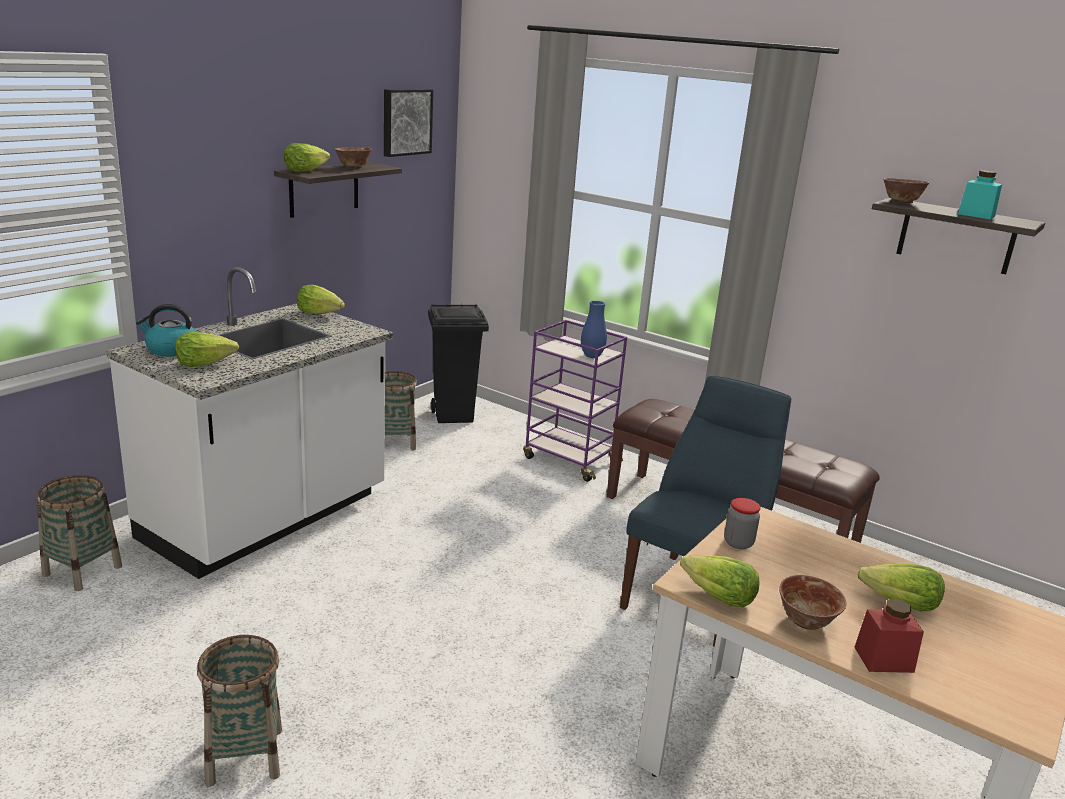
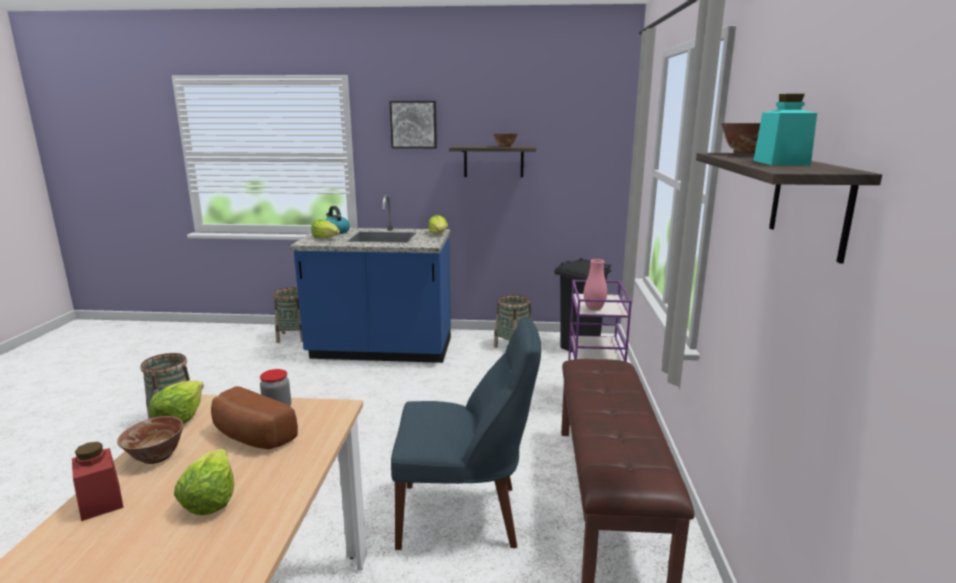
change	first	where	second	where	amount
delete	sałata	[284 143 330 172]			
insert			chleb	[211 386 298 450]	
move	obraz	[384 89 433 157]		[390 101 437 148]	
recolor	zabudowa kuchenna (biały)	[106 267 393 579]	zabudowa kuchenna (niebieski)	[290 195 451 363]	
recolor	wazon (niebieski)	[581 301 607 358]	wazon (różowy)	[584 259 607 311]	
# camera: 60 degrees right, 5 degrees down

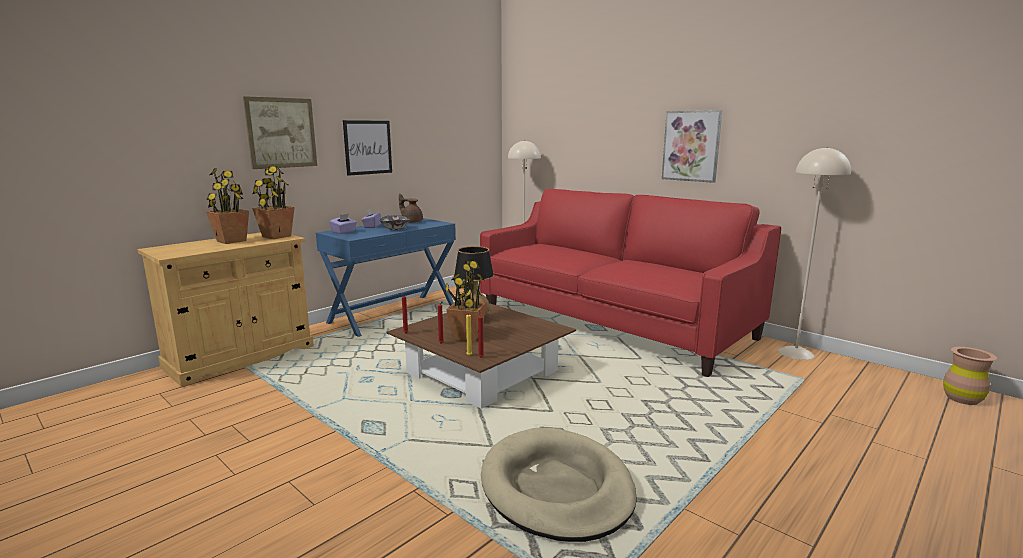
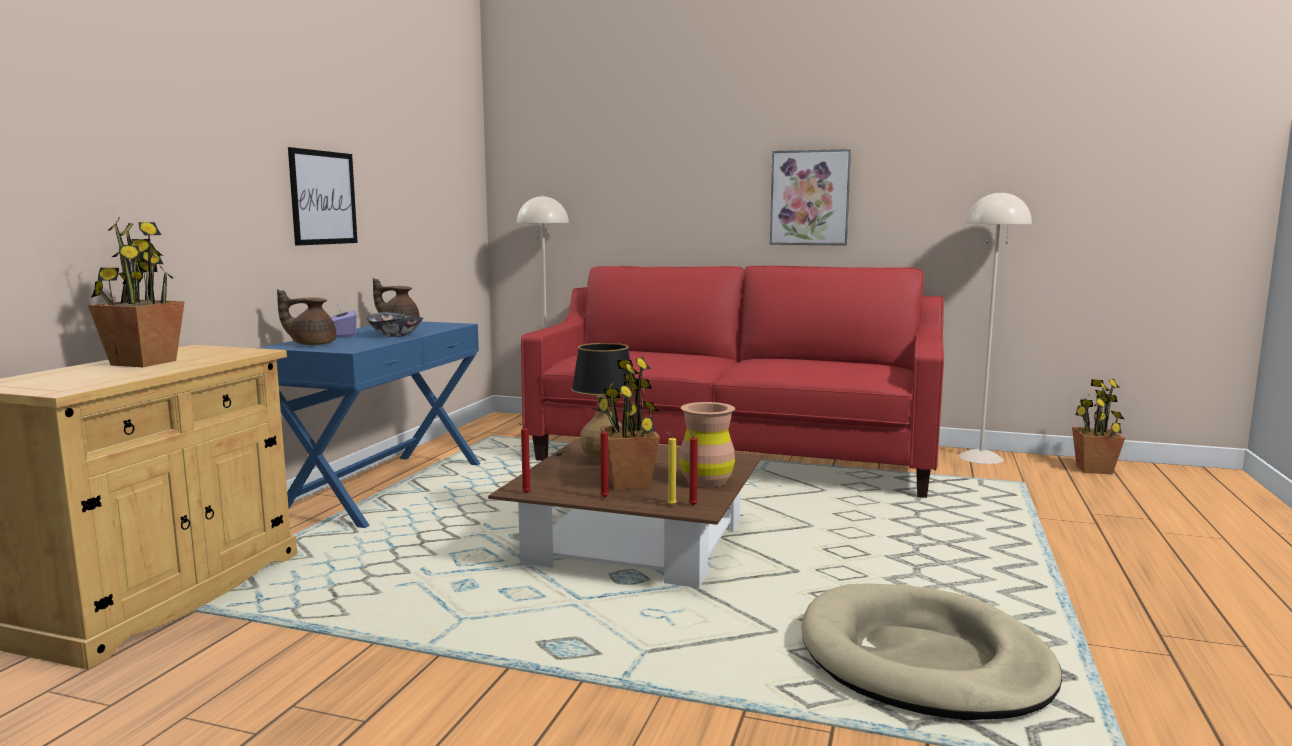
change	first	where	second	where	amount
delete	obraz	[243 96 317 169]			
move	roślina doniczkowa	[252 166 295 239]		[1072 379 1125 474]	
move	wazon (brązowy)	[943 347 997 405]		[680 402 735 487]	
replace	pudełko chusteczek (fioletowy)	[329 214 357 234]	imbryk (brązowy)	[277 289 336 345]	
# camera: 25 degrees left, 5 degrees down

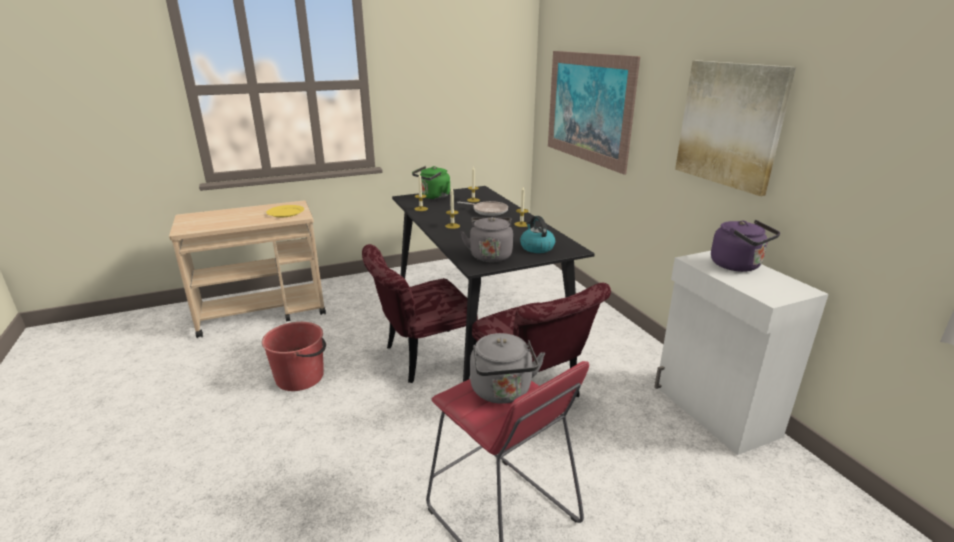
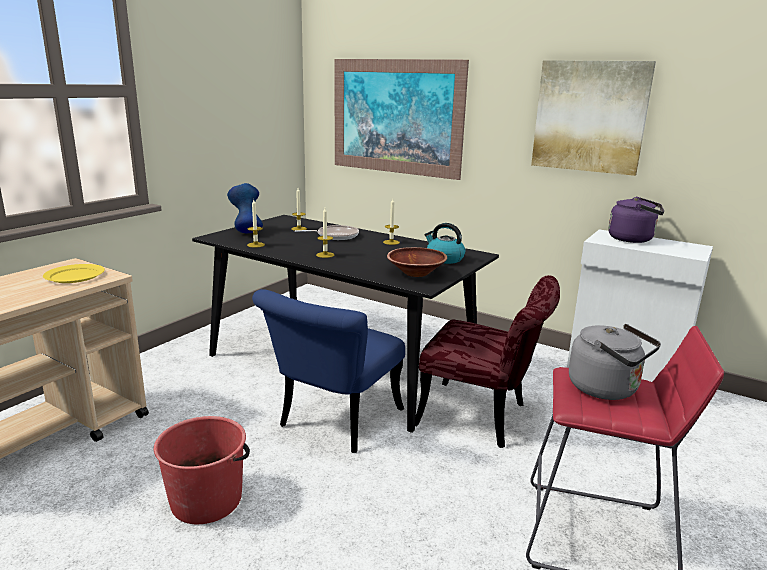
change	first	where	second	where	amount
replace	czajnik (zielony)	[412 166 450 199]	wazon (niebieski)	[227 183 263 233]	
replace	czajnik (szary)	[461 217 513 262]	miska (brązowy)	[387 247 447 277]	
recolor	krzesło (czerwony)	[362 244 478 383]	krzesło (niebieski)	[252 289 405 453]	
# camera: 35 degrees left, 5 degrees down

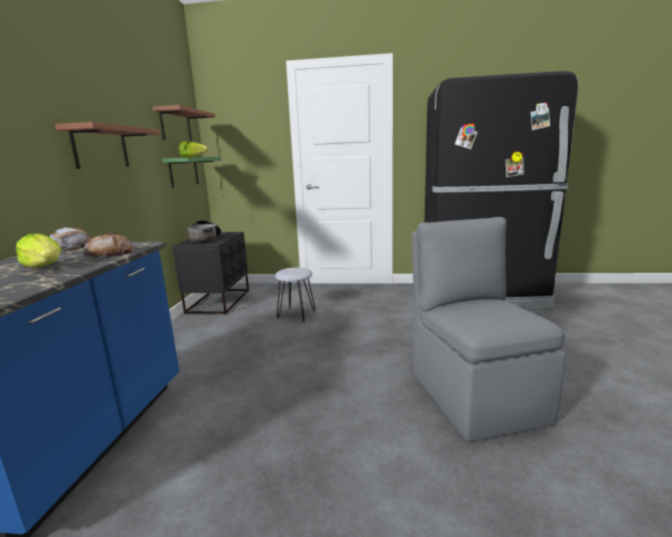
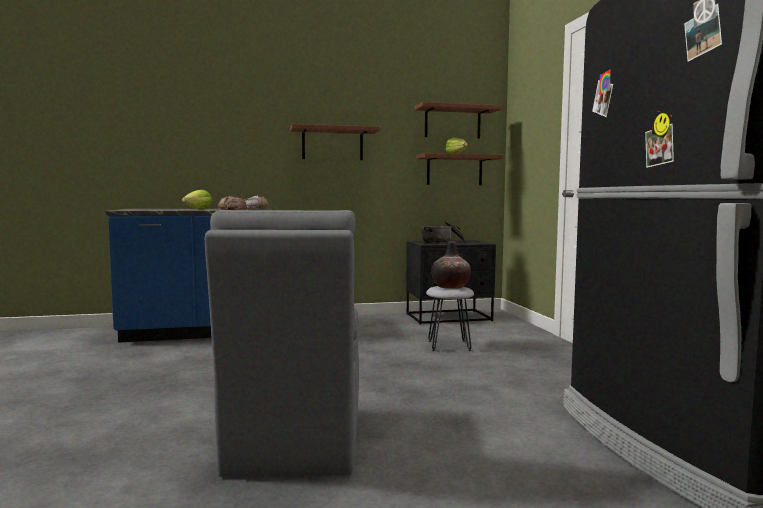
change	first	where	second	where	amount
insert			wazon	[431 241 471 289]	
recolor	półka (zielony)	[162 157 221 188]	półka (brązowy)	[417 153 503 185]	
rotate	krzesło (szary)	[411 217 566 442]		[205 210 359 477]	120 degrees clockwise
# camera: 70 degrees right, 10 degrees down

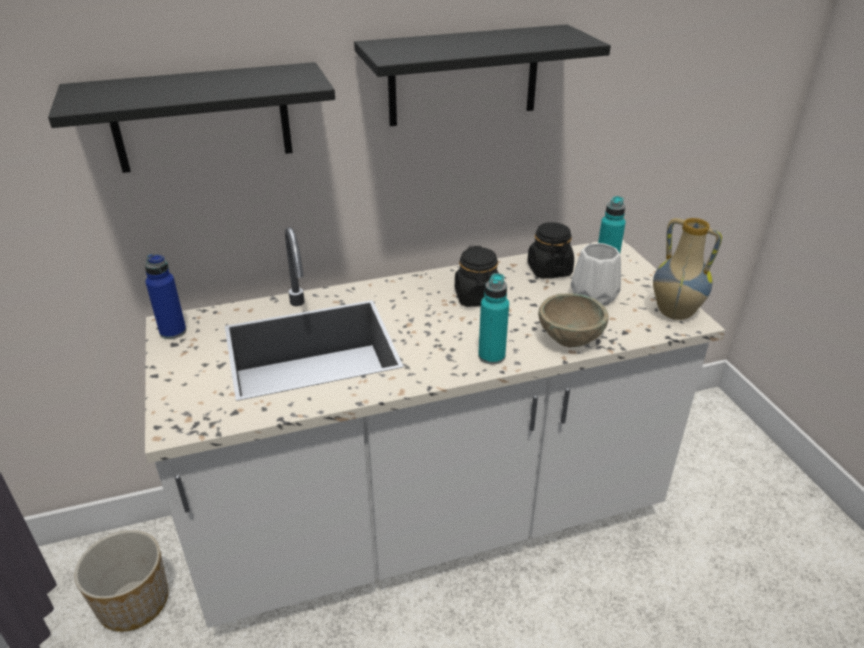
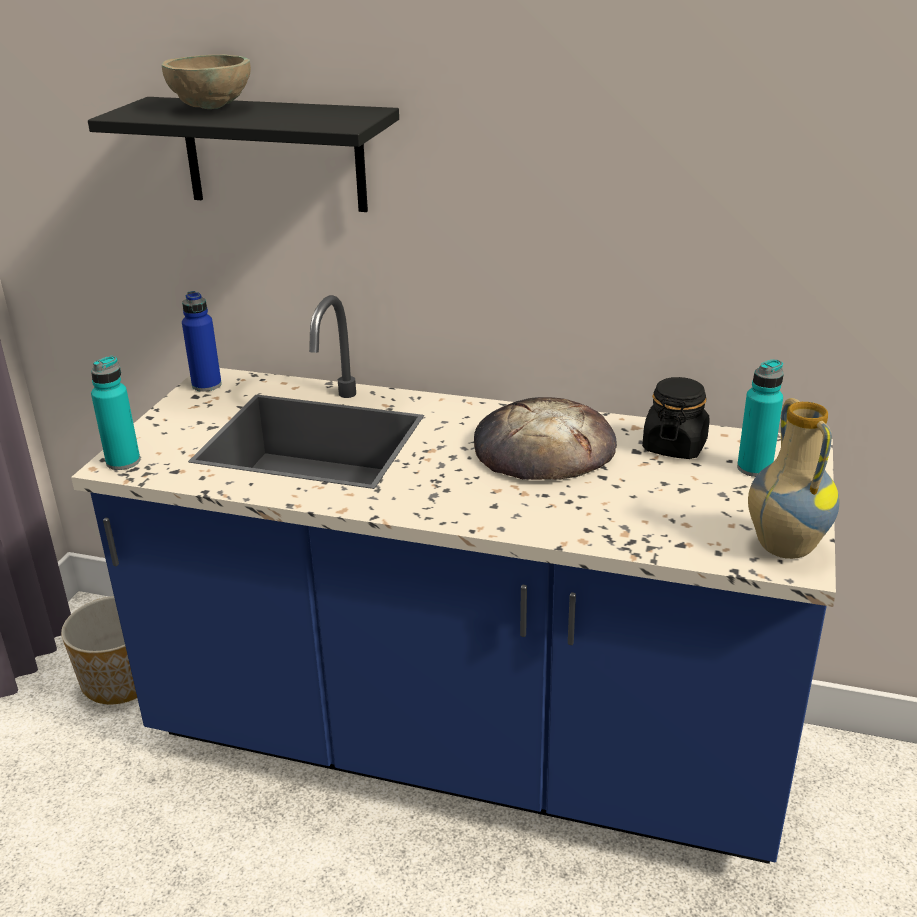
change	first	where	second	where	amount
delete	półka (czarny)	[354 24 611 126]			
delete	wazon (biały)	[571 243 621 305]			
move	butelka (turkusowy)	[478 273 509 364]		[91 356 140 470]	
move	miska (beżowy)	[538 293 609 347]		[162 54 251 109]	
replace	słoik (czarny)	[455 246 499 307]	chleb	[474 397 617 480]	
recolor	zabudowa kuchenna (biały)	[145 227 726 628]	zabudowa kuchenna (niebieski)	[71 295 836 864]	
# camera: 35 degrees right, 5 degrees down

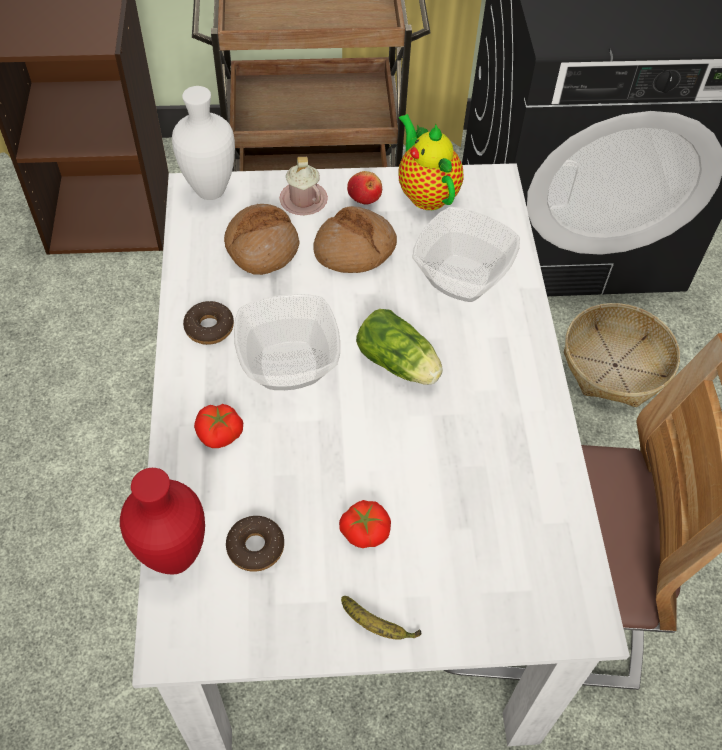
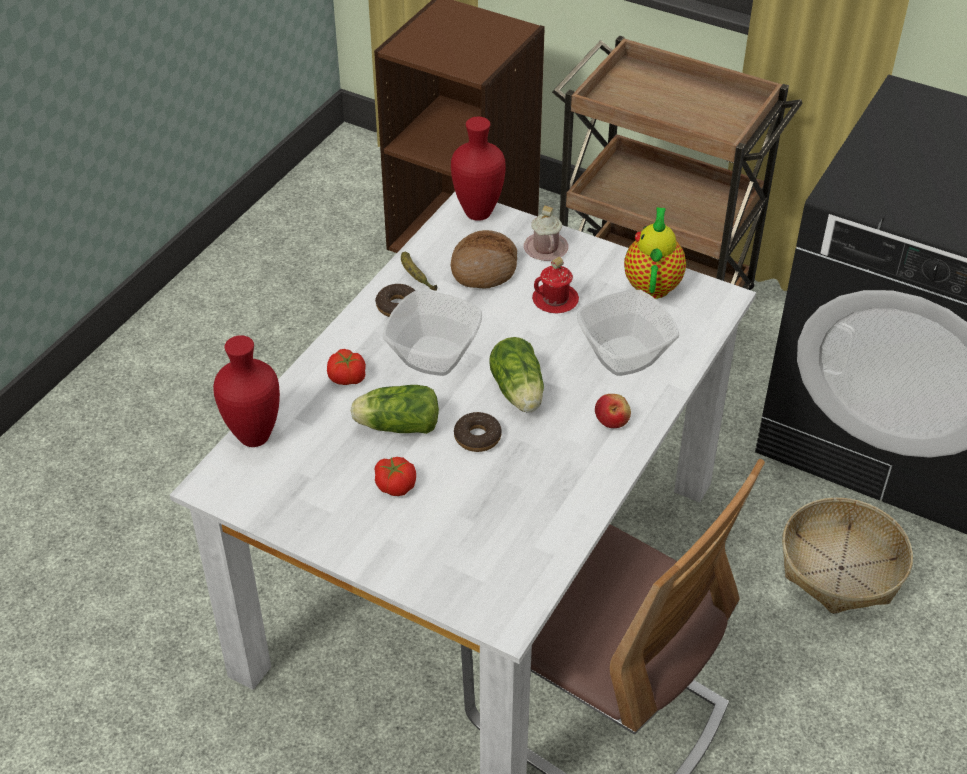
change	first	where	second	where	amount
insert			sałata	[351 385 439 434]	
move	donut	[226 516 284 572]		[454 412 502 452]	
move	banan	[341 596 422 640]		[401 252 438 291]	
move	jabłko	[347 171 382 205]		[595 394 631 428]	
replace	chleb	[313 206 397 273]	kubek (czerwony)	[532 257 579 314]	
recolor	wazon (biały)	[172 86 235 200]	wazon (czerwony)	[451 117 506 221]	
# camera: 35 degrees right, 10 degrees down

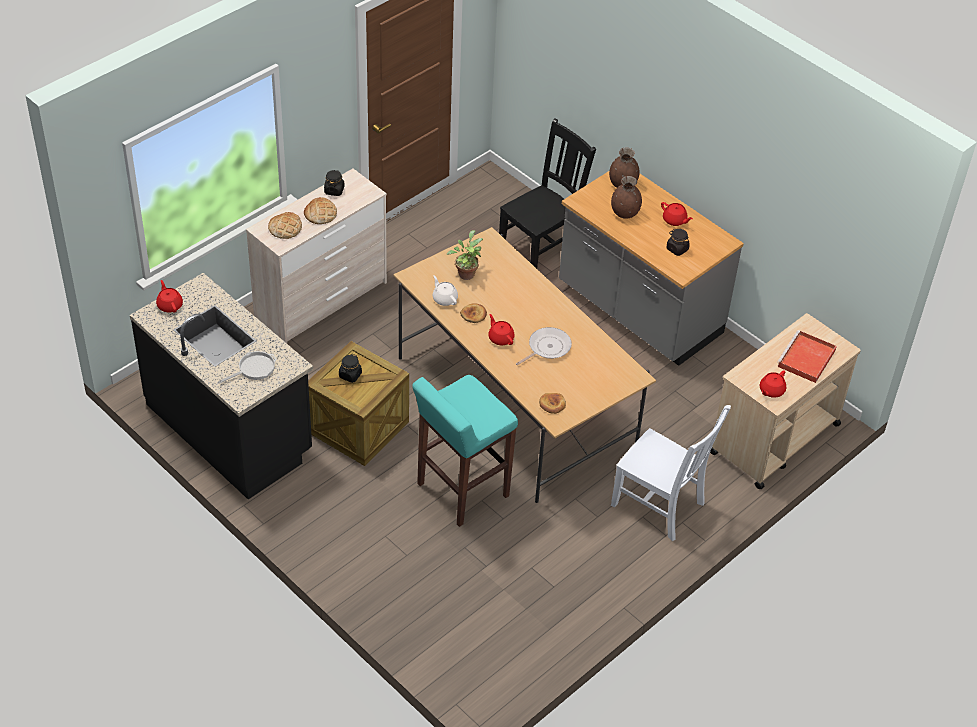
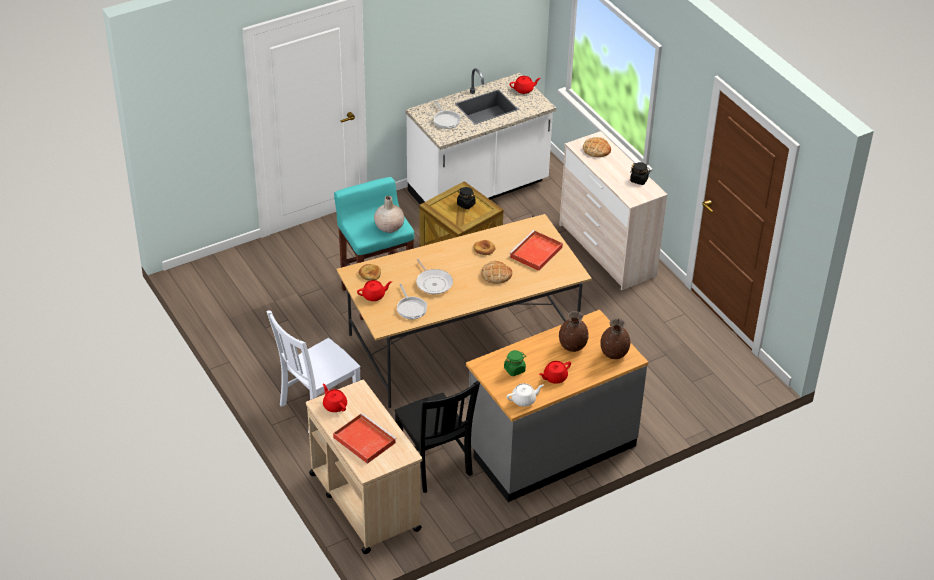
change	first	where	second	where	amount
insert			wazon (beżowy)	[374 196 404 233]	
insert			patelnia	[397 284 427 319]	
move	chleb	[304 197 337 224]		[481 261 512 284]	
move	imbryk (biały)	[433 275 458 306]		[507 383 544 407]	
move	imbryk (czerwony)	[488 314 515 345]		[357 280 392 301]	
move	krzesło (czarny)	[499 118 596 268]		[395 381 480 493]	
replace	roślina doniczkowa	[447 230 483 280]	taca (czerwony)	[509 230 563 271]	
recolor	zabudowa kuchenna (czarny)	[130 273 313 500]	zabudowa kuchenna (biały)	[405 68 556 204]	
recolor	słoik (czarny)	[666 229 690 256]	słoik (zielony)	[504 350 526 376]	
# camera: 105 degrees right, 5 degrees down

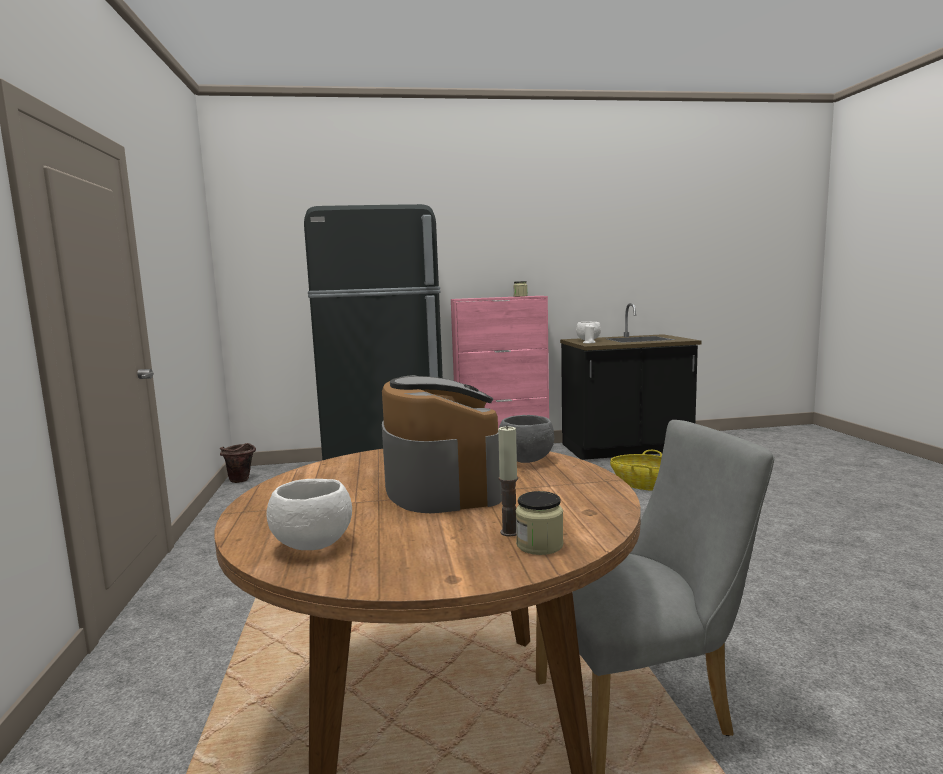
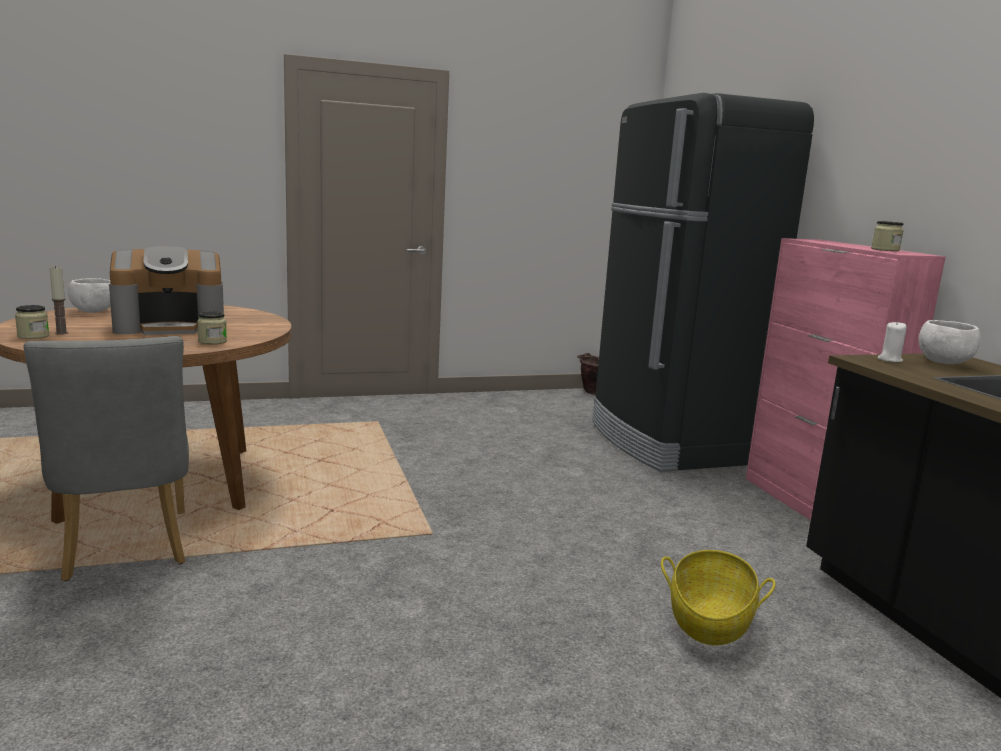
change	first	where	second	where	amount
replace	miska (szary)	[499 415 554 463]	słoik	[197 311 227 345]	
# camera: 80 degrees right, 5 degrees up

